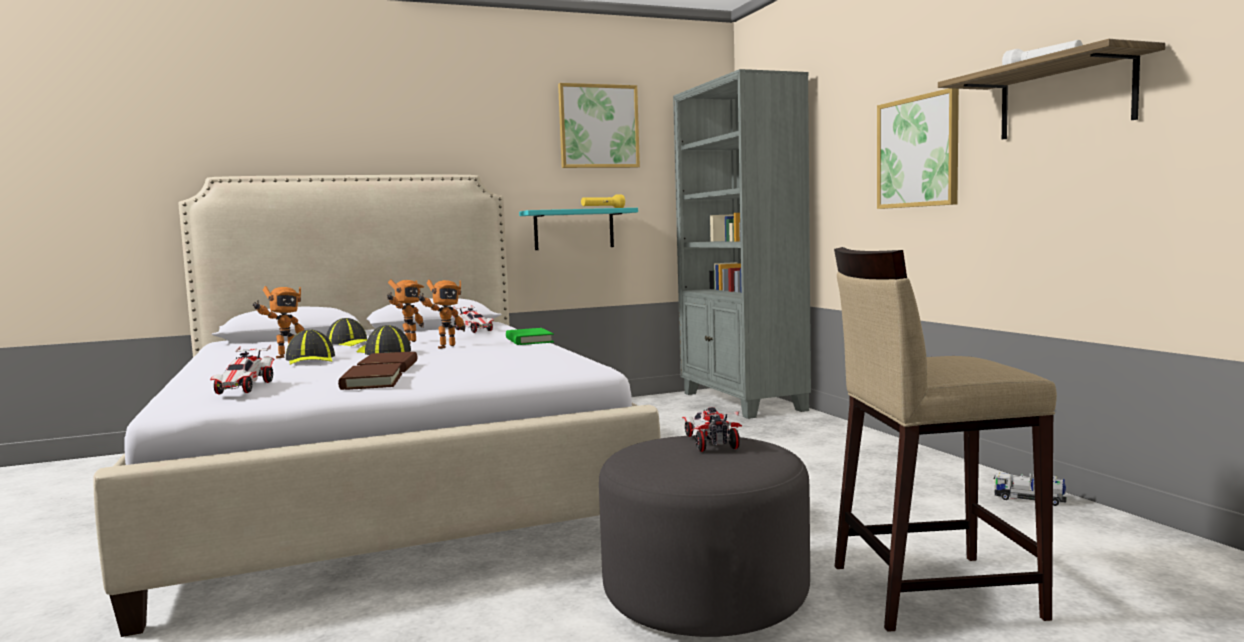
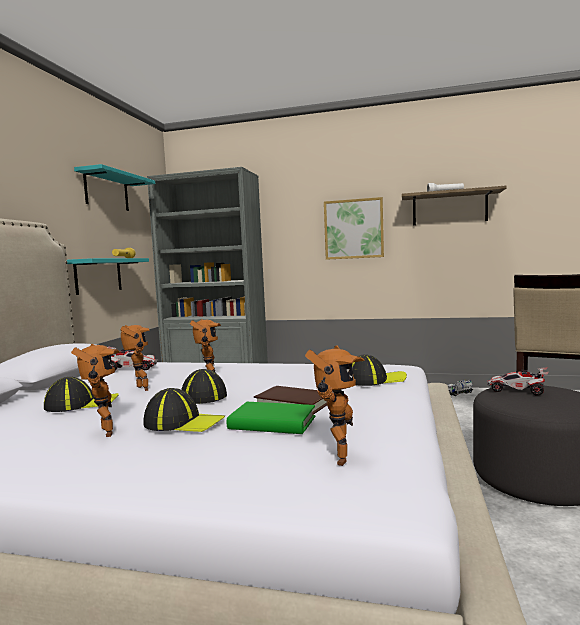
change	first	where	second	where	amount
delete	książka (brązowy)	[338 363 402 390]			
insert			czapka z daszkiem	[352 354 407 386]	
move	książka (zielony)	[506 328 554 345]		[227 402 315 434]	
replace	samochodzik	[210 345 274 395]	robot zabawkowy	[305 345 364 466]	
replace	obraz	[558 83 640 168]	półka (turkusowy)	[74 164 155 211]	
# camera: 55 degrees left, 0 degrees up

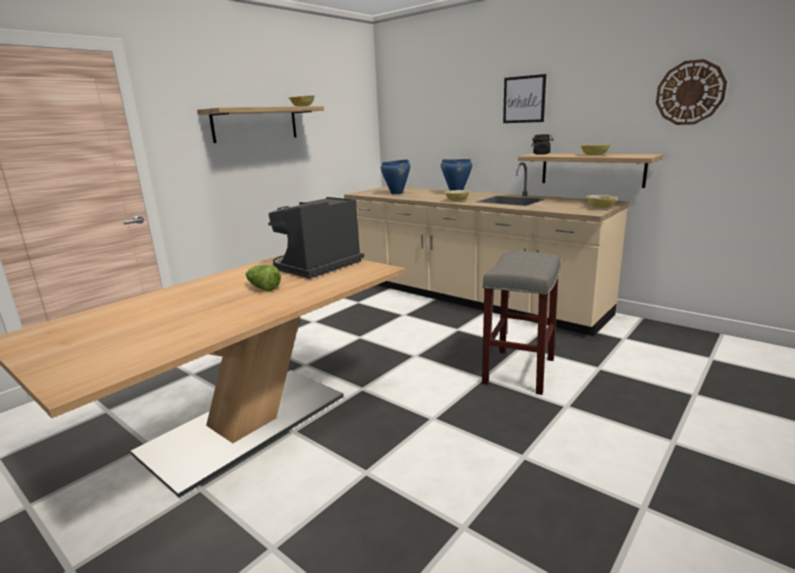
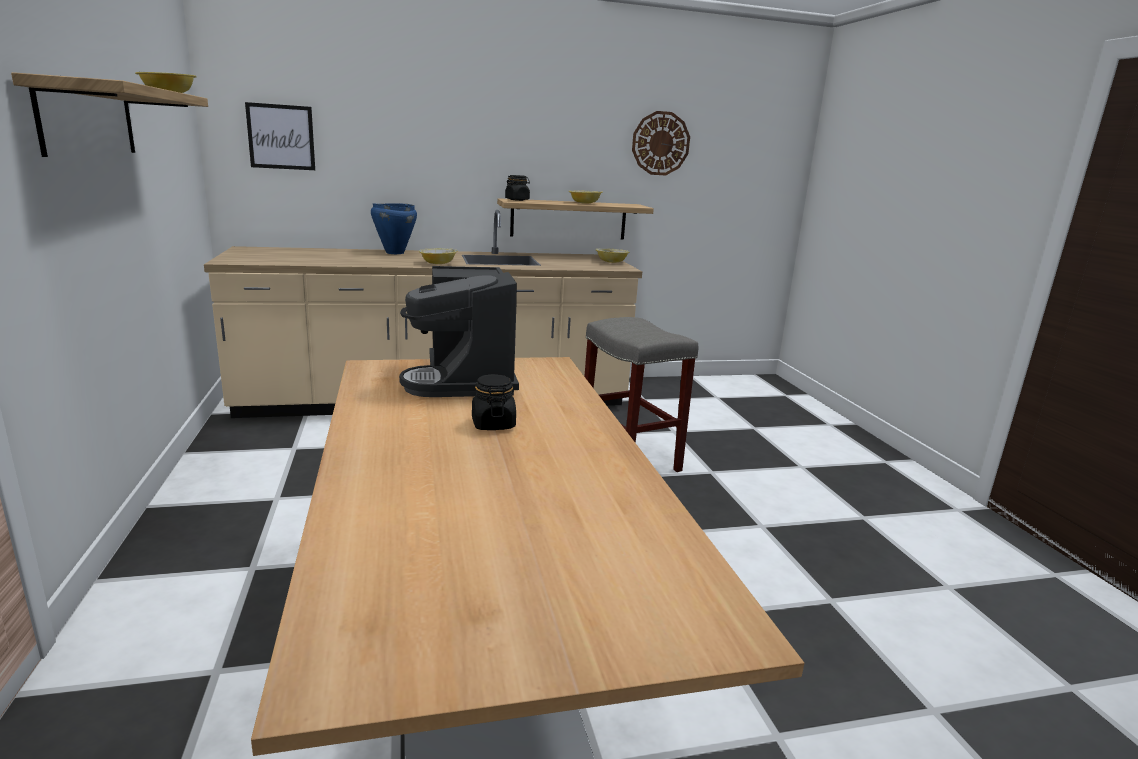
change	first	where	second	where	amount
delete	garnek (niebieski)	[381 159 410 194]			
move	obraz	[503 74 546 123]		[245 102 315 170]	
replace	sałata	[246 265 281 291]	słoik (czarny)	[472 374 516 430]	
# camera: 55 degrees left, 0 degrees up

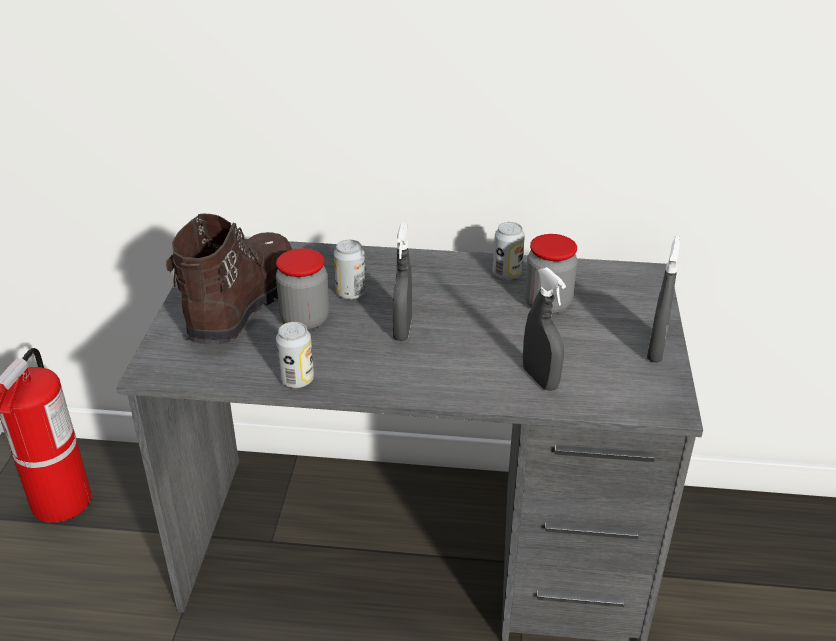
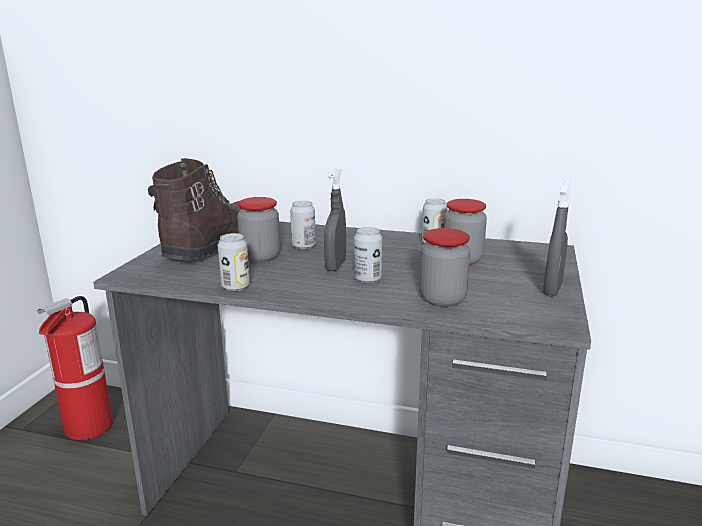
change	first	where	second	where	amount
insert			puszka	[354 227 382 283]	
replace	spryskiwacz (szary)	[523 267 566 391]	słoik	[420 228 471 307]	
# camera: 10 degrees right, 15 degrees down

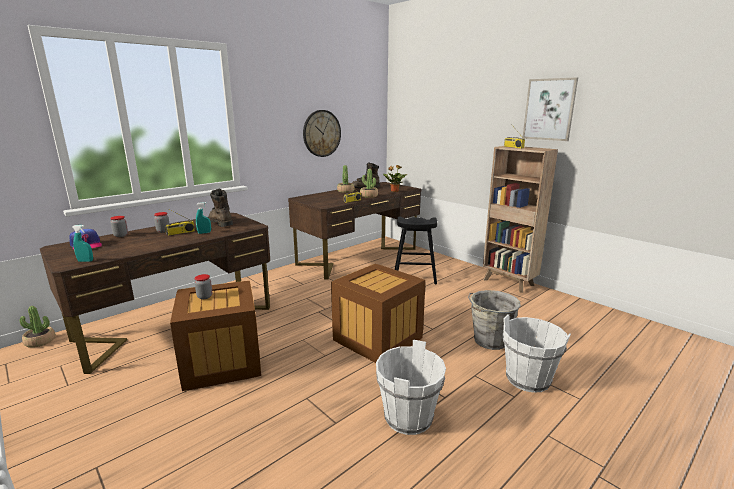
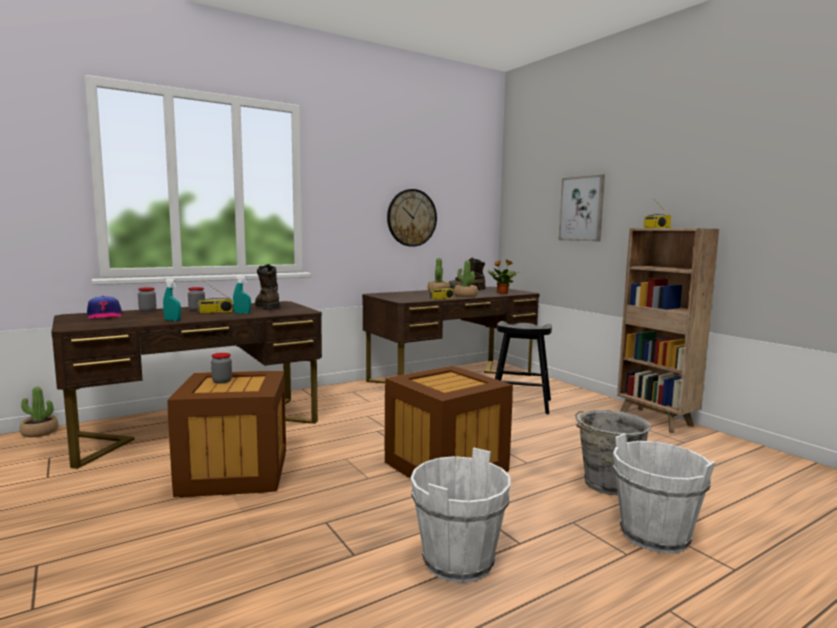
change	first	where	second	where	amount
move	spryskiwacz (turkusowy)	[72 225 93 262]		[163 279 181 321]	
move	obraz	[523 77 578 141]		[559 174 605 242]	
# camera: 10 degrees right, 10 degrees down

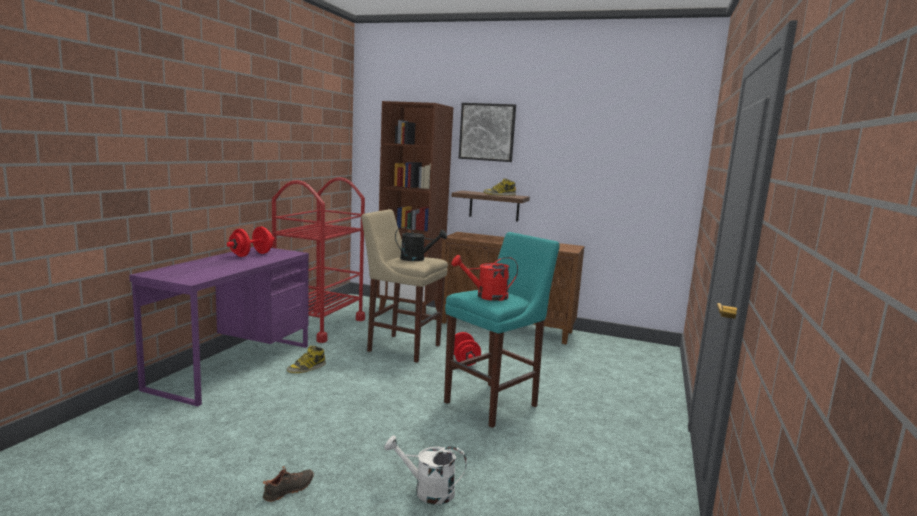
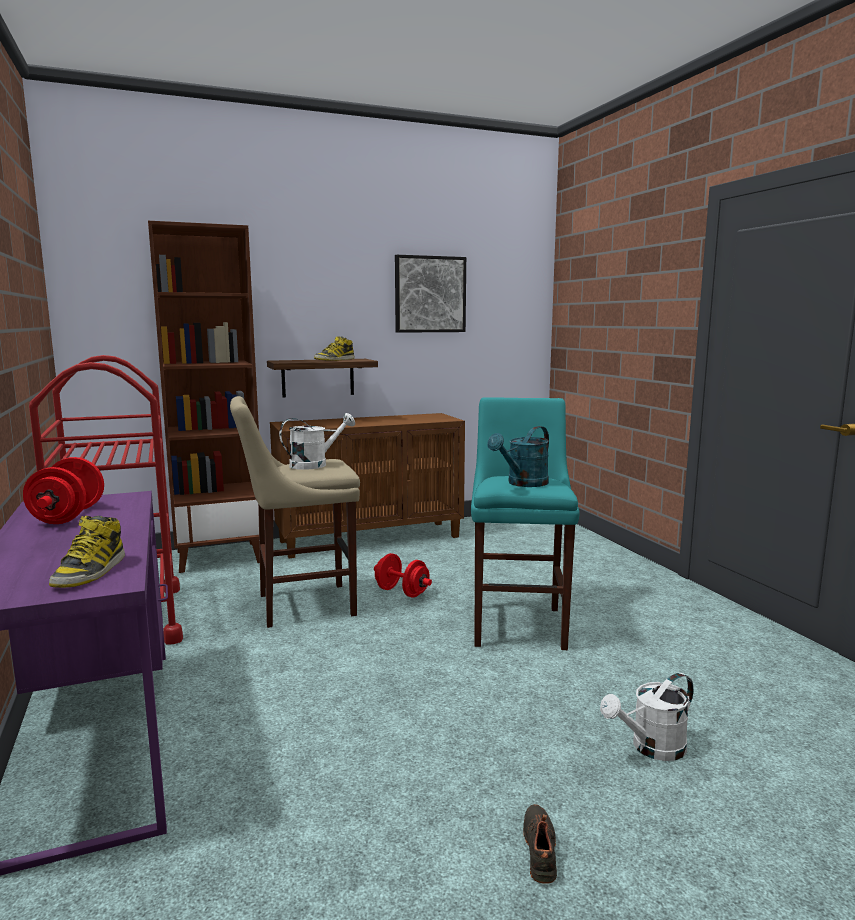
change	first	where	second	where	amount
move	but z cholewką	[287 346 326 373]		[49 516 125 588]	
move	obraz	[459 103 516 162]		[395 255 466 333]	
recolor	konewka (czarny)	[395 227 447 261]	konewka (biały)	[279 413 355 470]	
recolor	konewka (czerwony)	[451 255 518 301]	konewka (turkusowy)	[487 426 549 487]	
# camera: 40 degrees left, 0 degrees up

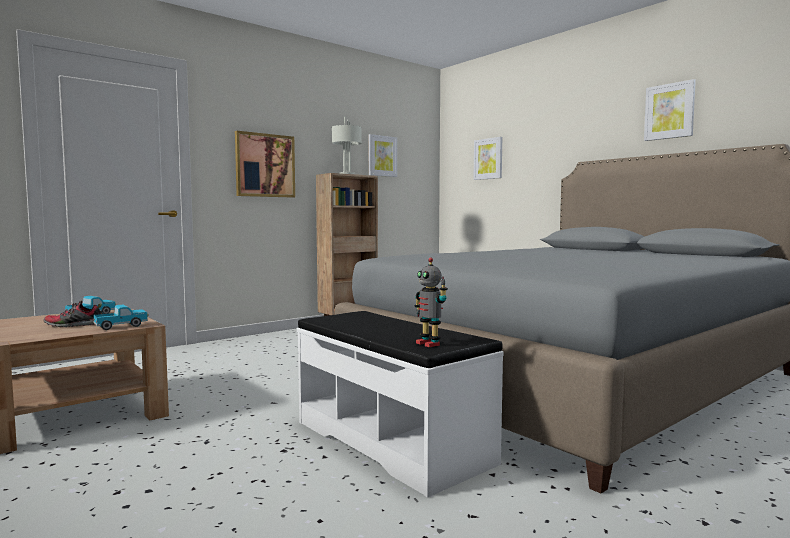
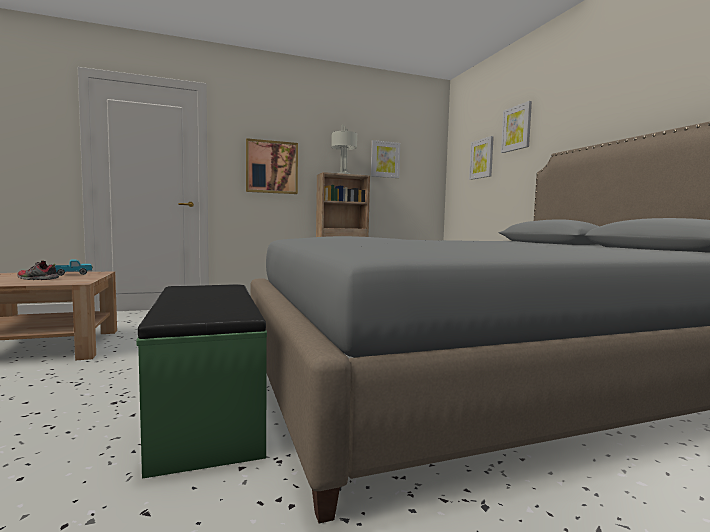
change	first	where	second	where	amount
delete	ciężarówka zabawkowa	[94 305 149 330]			
delete	robot zabawkowy	[414 258 448 347]			
move	obraz	[644 79 696 141]		[501 101 532 153]	
recolor	ławka (biały)	[297 311 504 498]	ławka (zielony)	[136 284 267 479]	
# camera: 20 degrees right, 0 degrees up

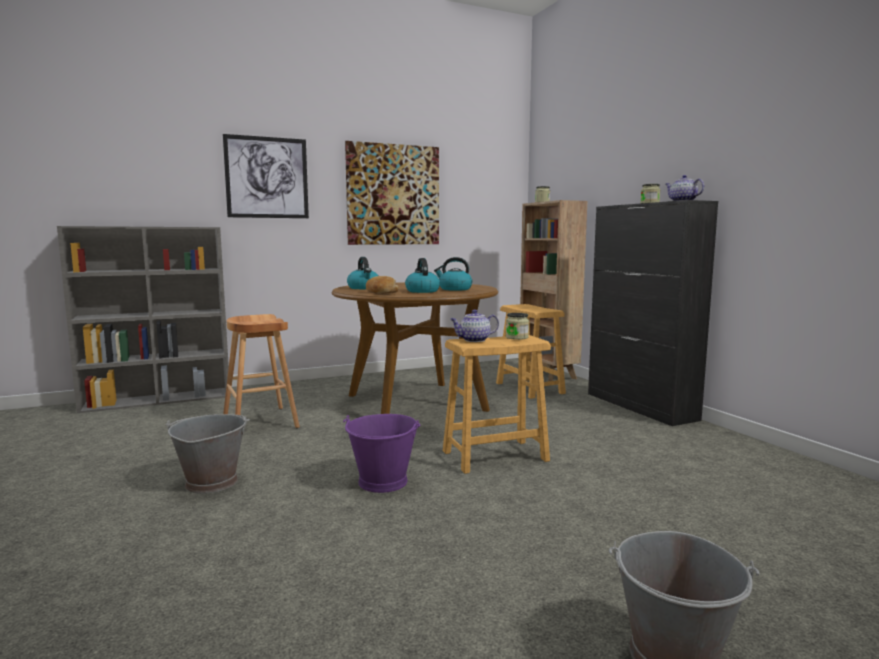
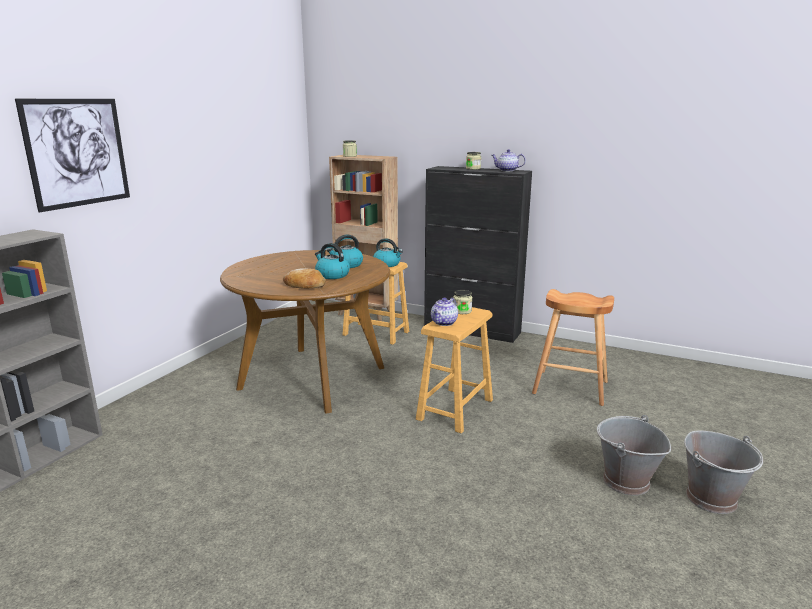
change	first	where	second	where	amount
delete	wiadro (fioletowy)	[343 414 421 493]			
delete	obraz	[345 141 439 245]			
move	wiadro (szary)	[165 414 250 494]		[597 415 671 496]	
move	stołek (brązowy)	[223 314 300 428]		[532 289 614 406]	
move	czajnik	[347 257 378 289]		[373 238 403 267]	
# camera: 40 degrees left, 10 degrees up

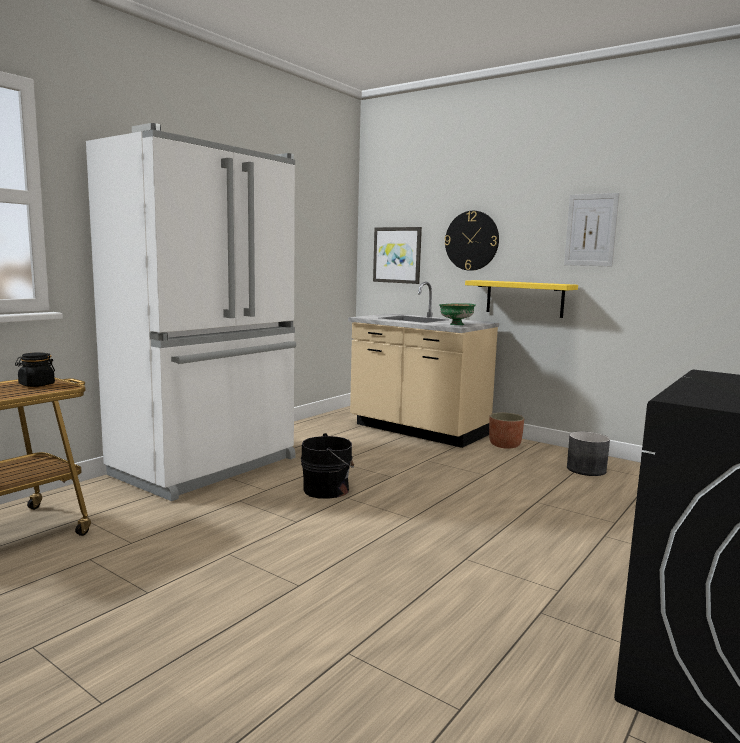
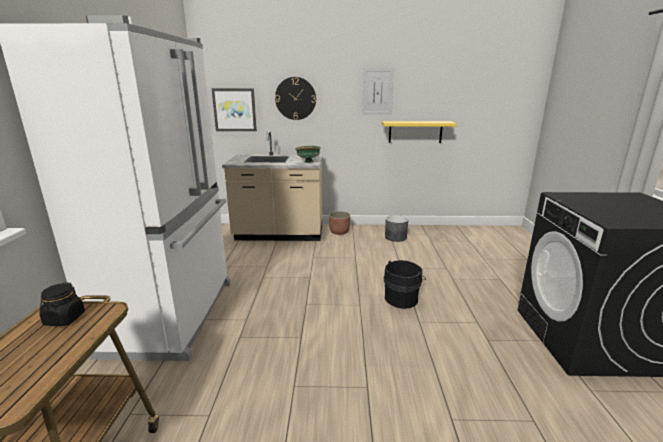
change	first	where	second	where	amount
move	wiadro (czarny)	[301 433 354 499]		[384 260 426 309]	
move	półka (żółty)	[465 280 578 318]		[382 121 457 143]	
# camera: 35 degrees left, 10 degrees up

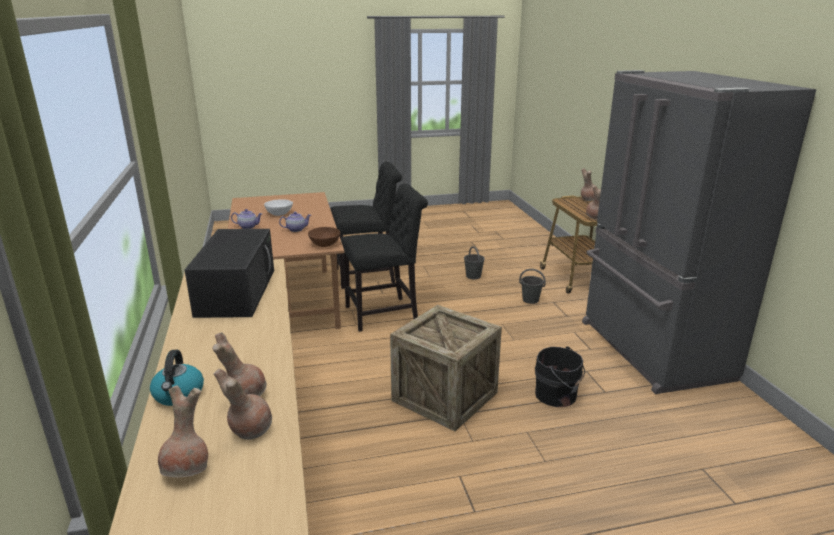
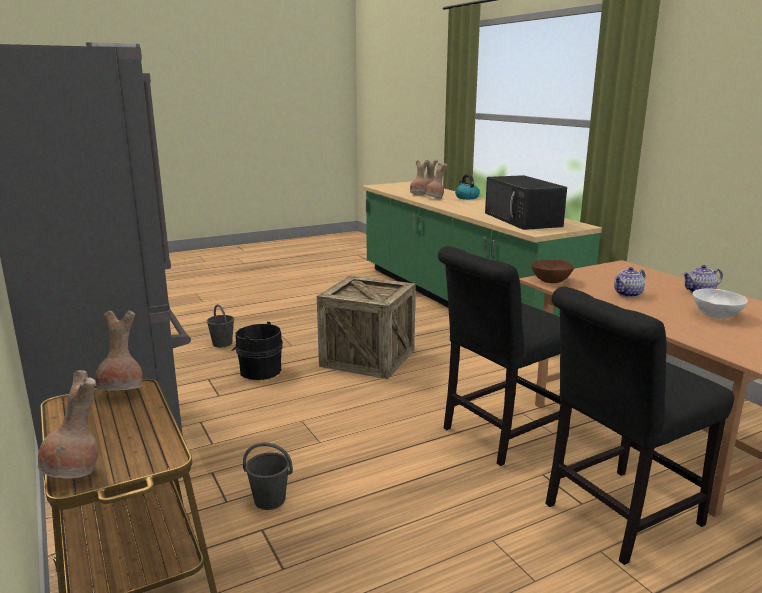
change	first	where	second	where	amount
move	wiadro (szary)	[464 246 485 279]		[207 304 234 347]	
# camera: 165 degrees right, 5 degrees down

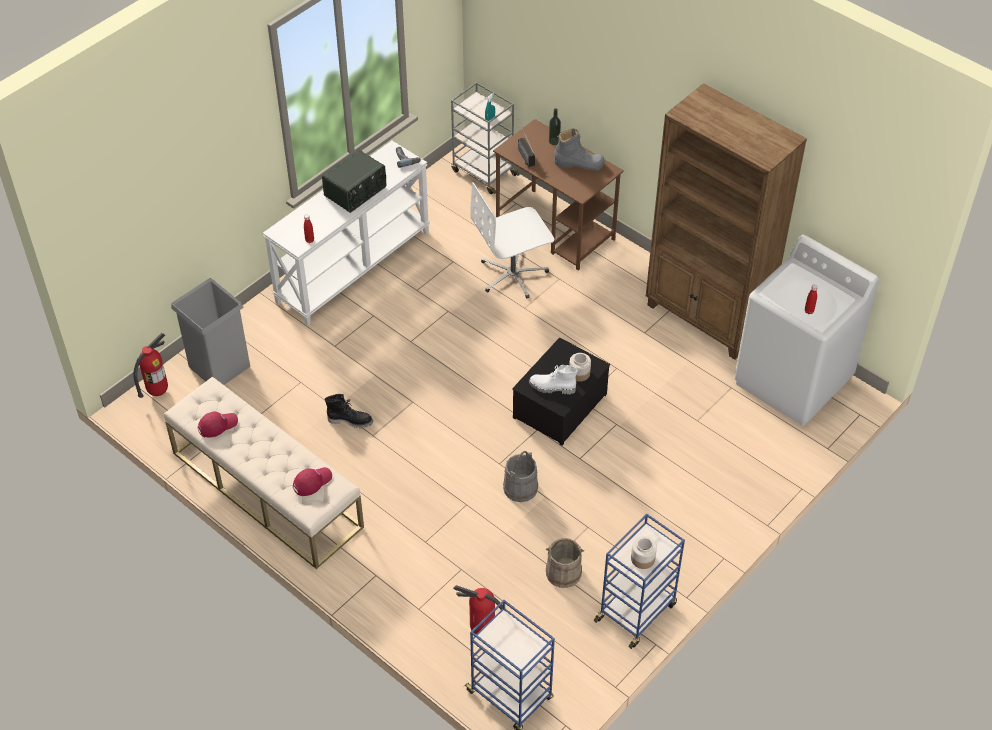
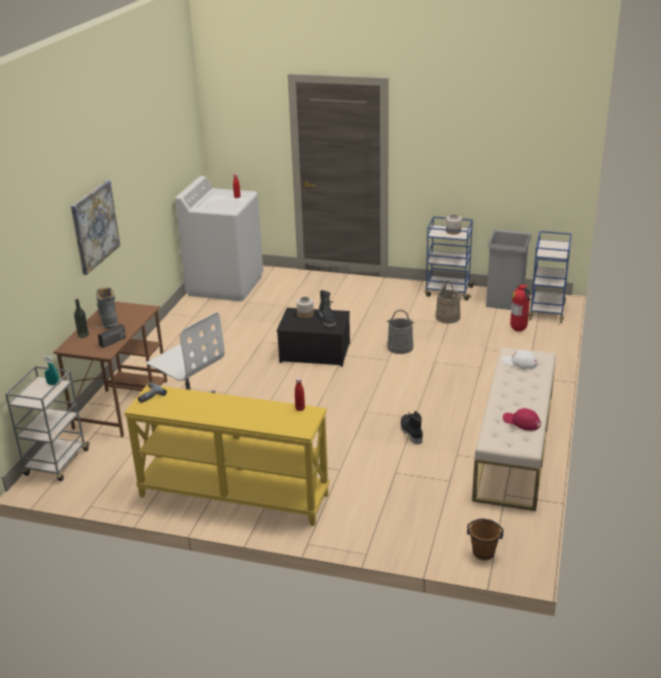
change	first	where	second	where	amount
delete	radio	[322 149 386 213]			
delete	regał (brązowy)	[646 83 807 360]			
insert			obraz	[71 180 120 275]	
move	kosz na śmieci (szary)	[171 278 250 385]		[486 229 531 310]	
replace	gaśnica	[133 333 168 398]	wiadro (brązowy)	[467 518 503 560]	
recolor	stolik konsolowy (biały)	[263 141 430 326]	stolik konsolowy (żółty)	[124 384 329 526]	
recolor	czapka z daszkiem (czerwony)	[293 467 332 496]	czapka z daszkiem (biały)	[502 350 538 369]	
recolor	but z cholewką (biały)	[529 365 578 395]	but z cholewką (czarny)	[319 290 336 327]	
# camera: 115 degrees left, 20 degrees down

